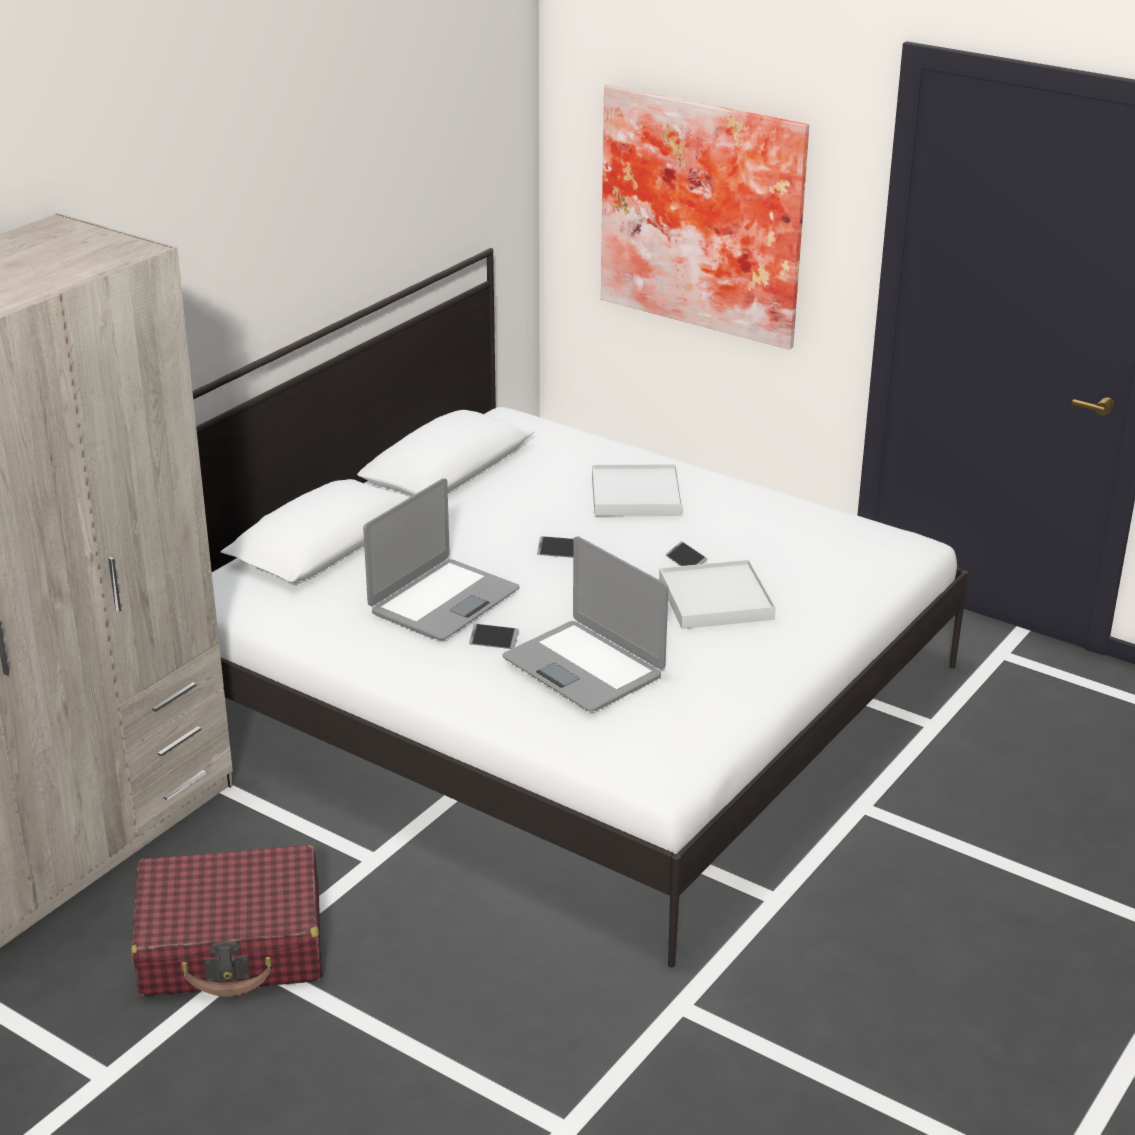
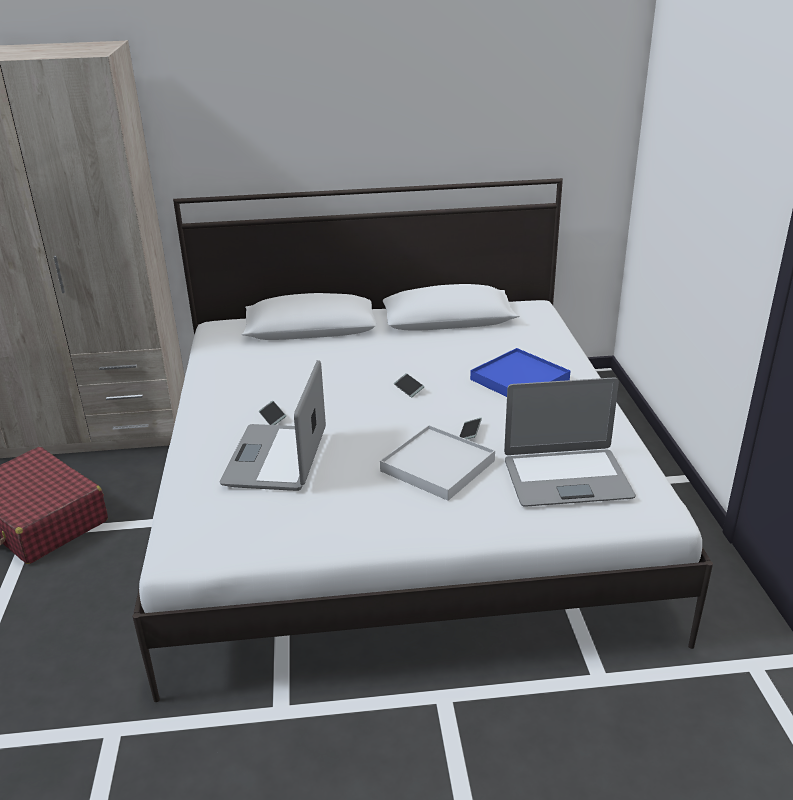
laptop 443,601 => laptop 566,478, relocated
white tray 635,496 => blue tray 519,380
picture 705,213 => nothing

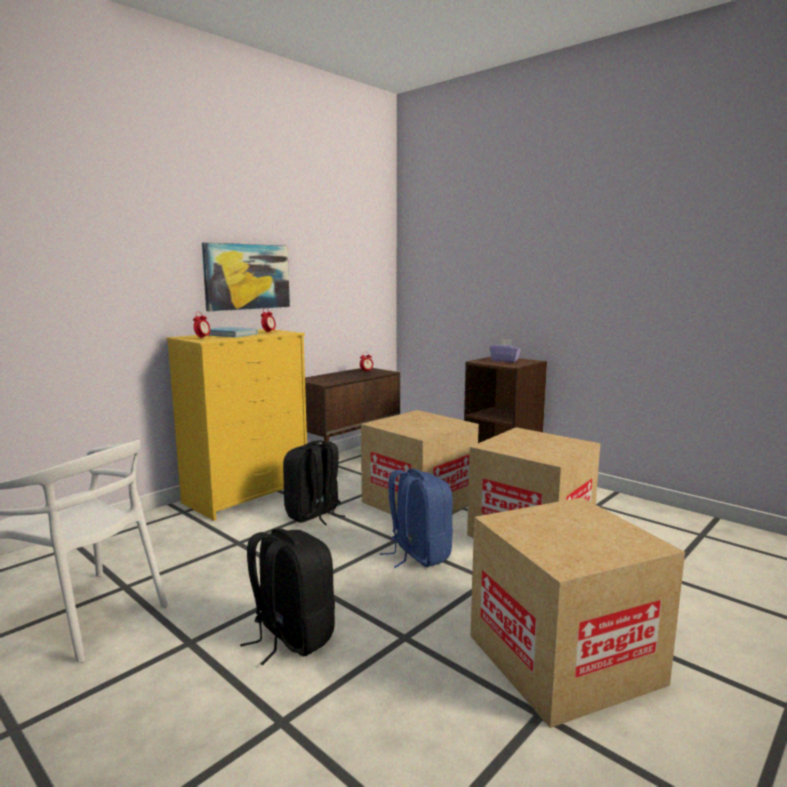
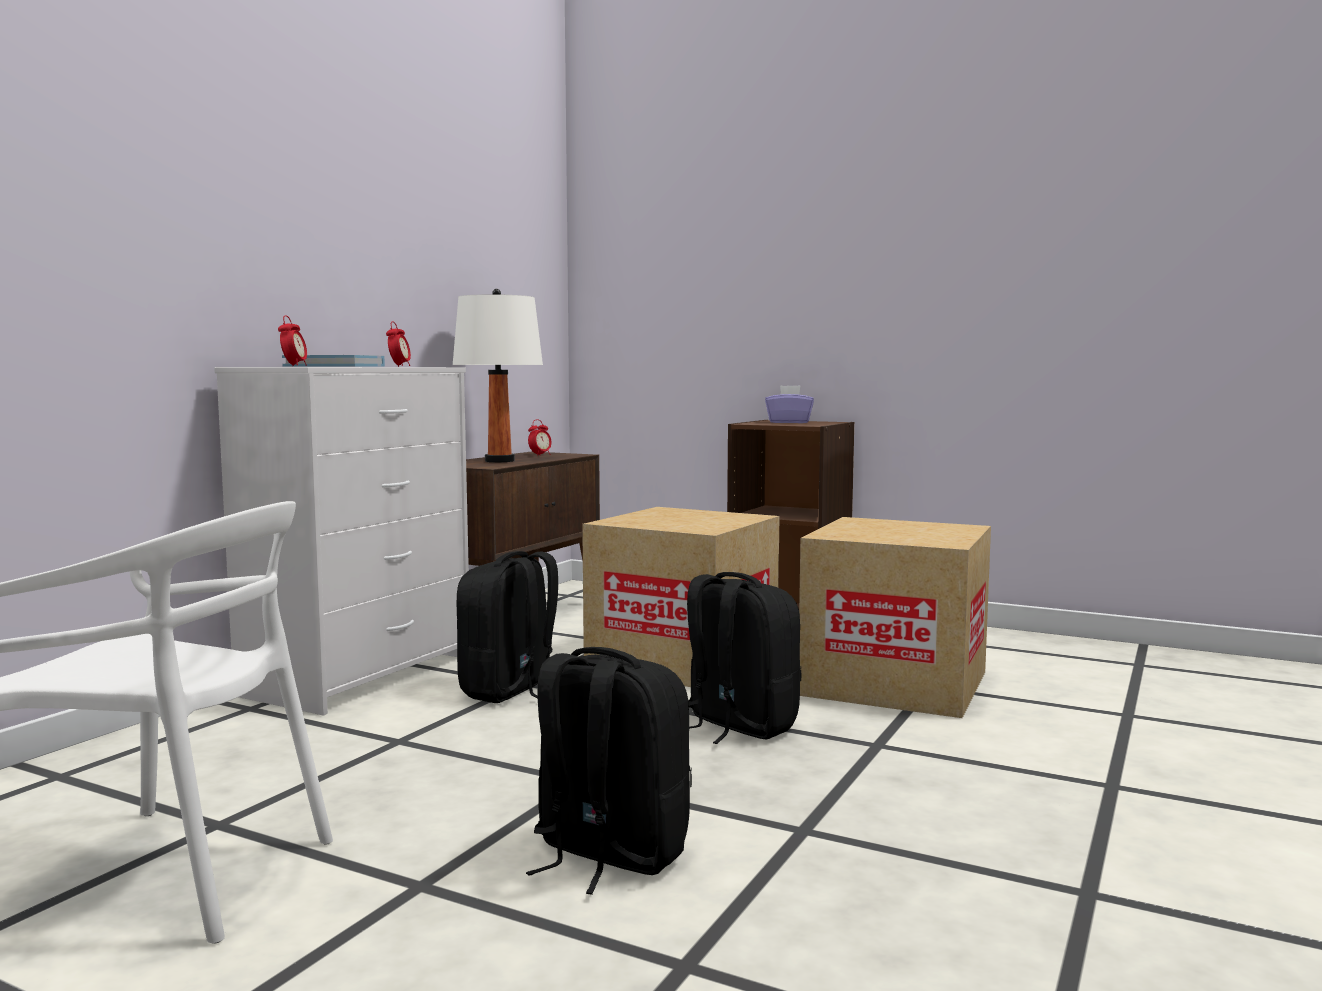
yellow dresser 247,495 => white dresser 361,675
picture 247,276 => nothing
blue backpack 418,554 => black backpack 737,726
cardboard box 563,659 => nothing
nothing => white table lamp 499,461

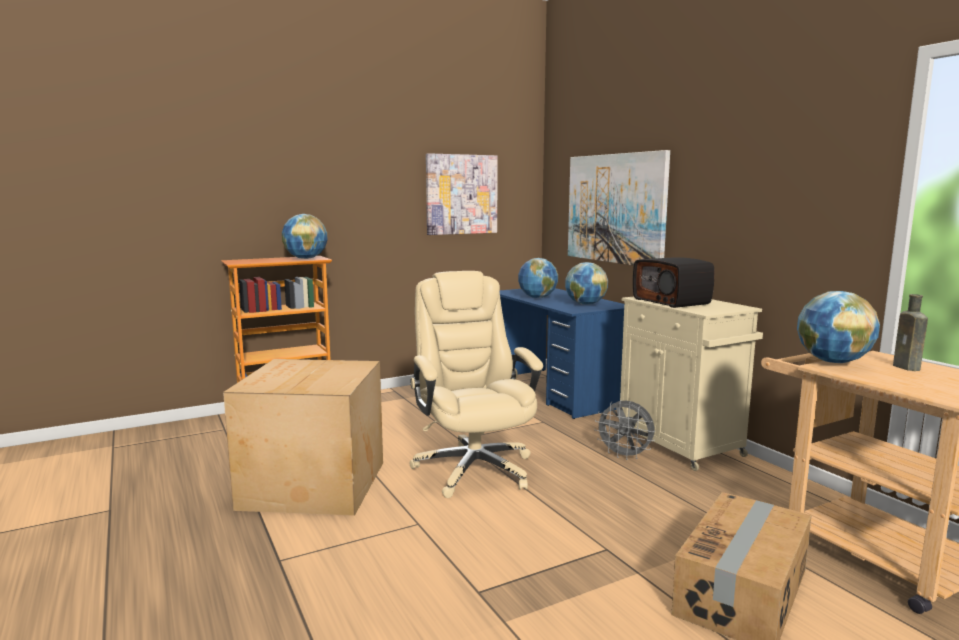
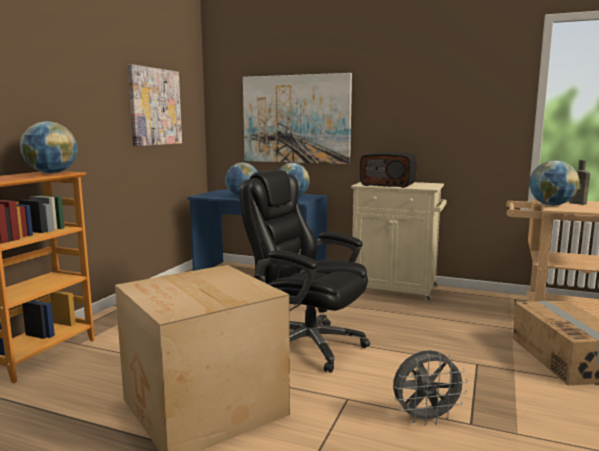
beige office chair 473,468 => black office chair 307,345
grey fan 625,456 => grey fan 425,418, relocated

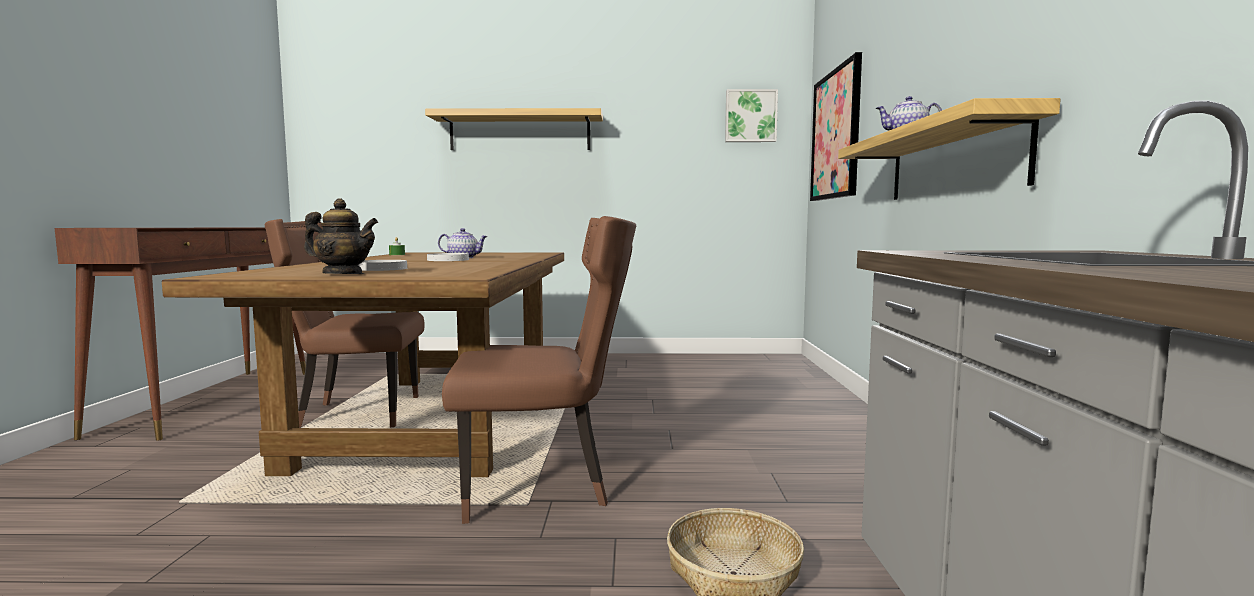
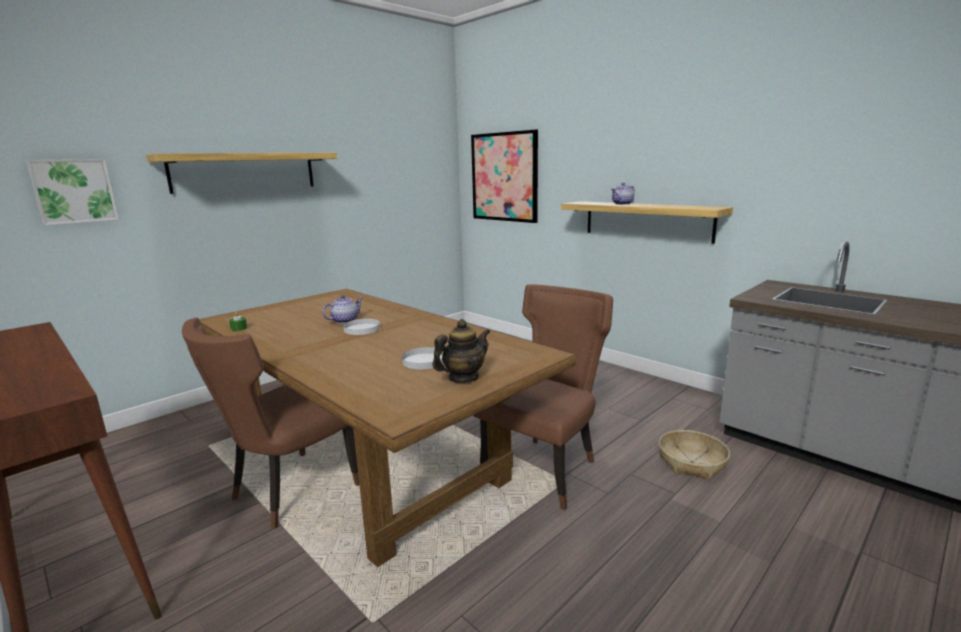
picture 750,116 => picture 74,191, relocated

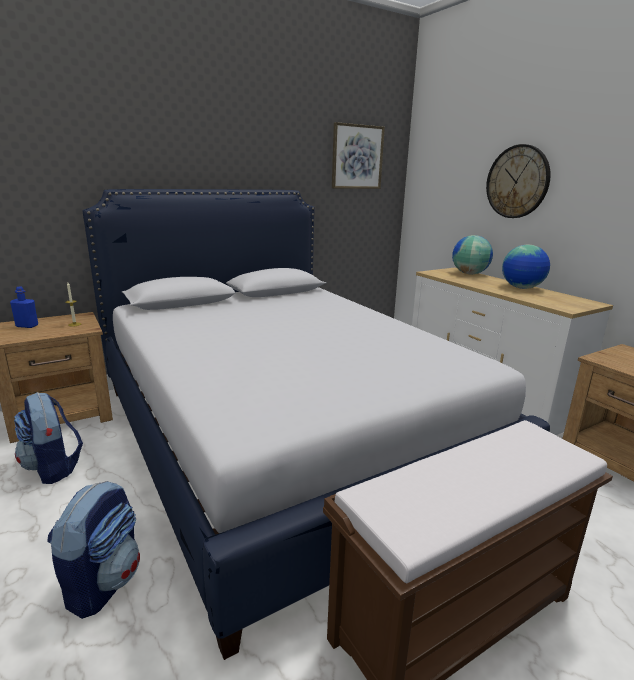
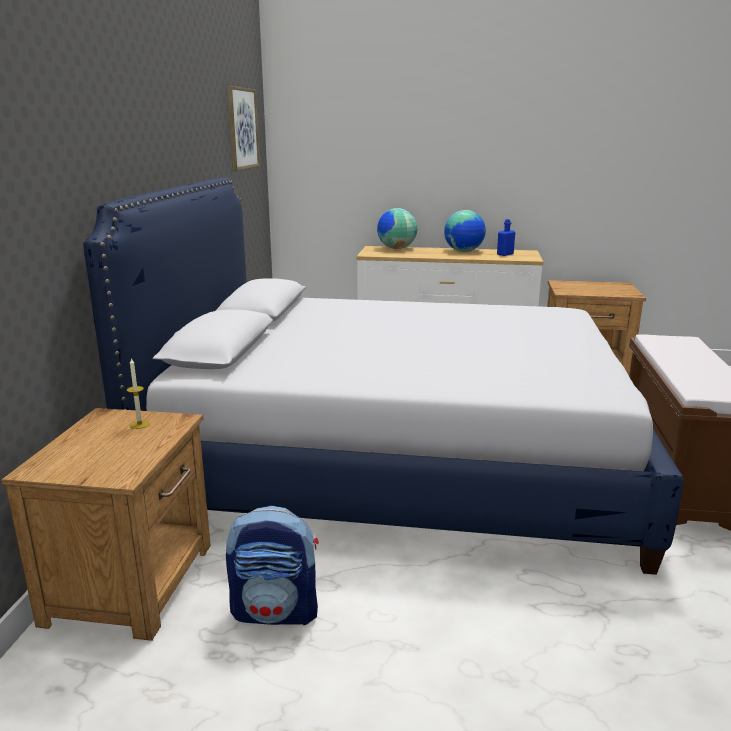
blue bottle 27,326 => blue bottle 505,254, relocated
backpack 104,582 => nothing
wall clock 517,182 => nothing

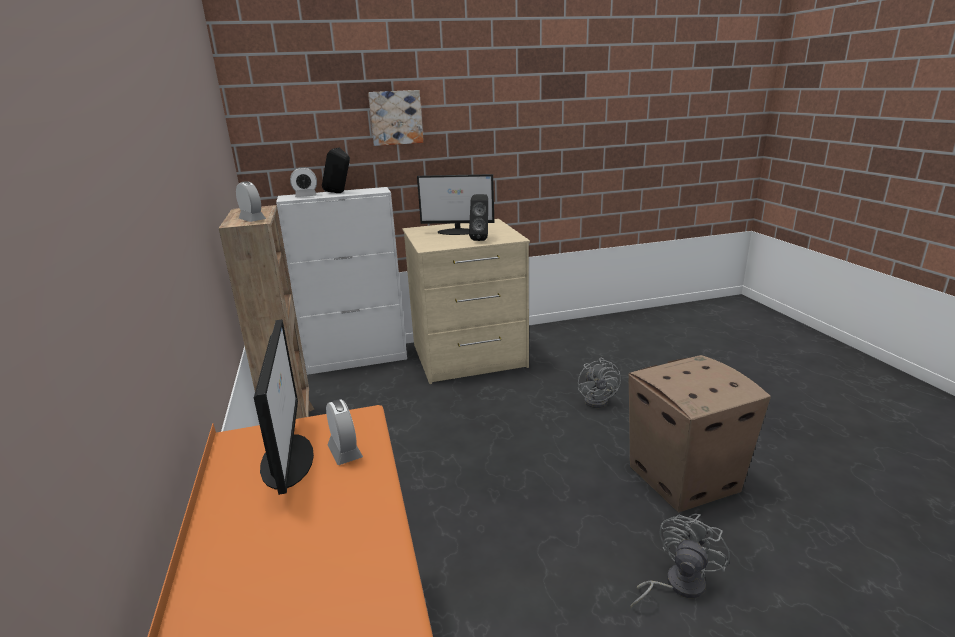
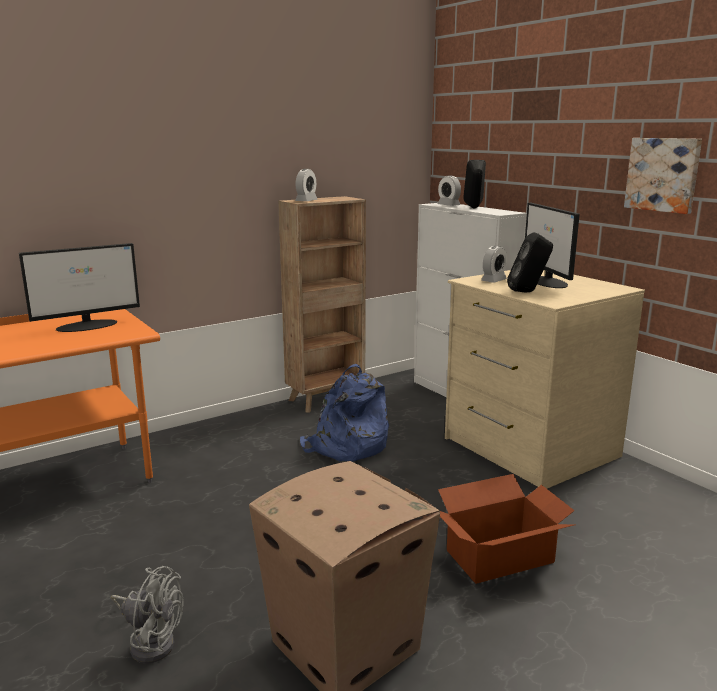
alarm clock 345,452 => alarm clock 493,280, relocated
picture 395,117 => picture 663,174, relocated
grey fan 599,400 => cardboard box 501,557
nothing => blue backpack 346,446

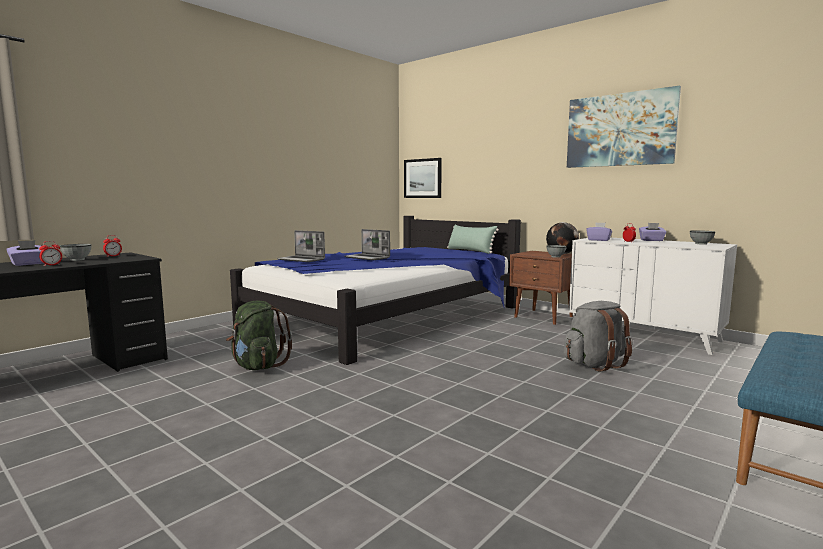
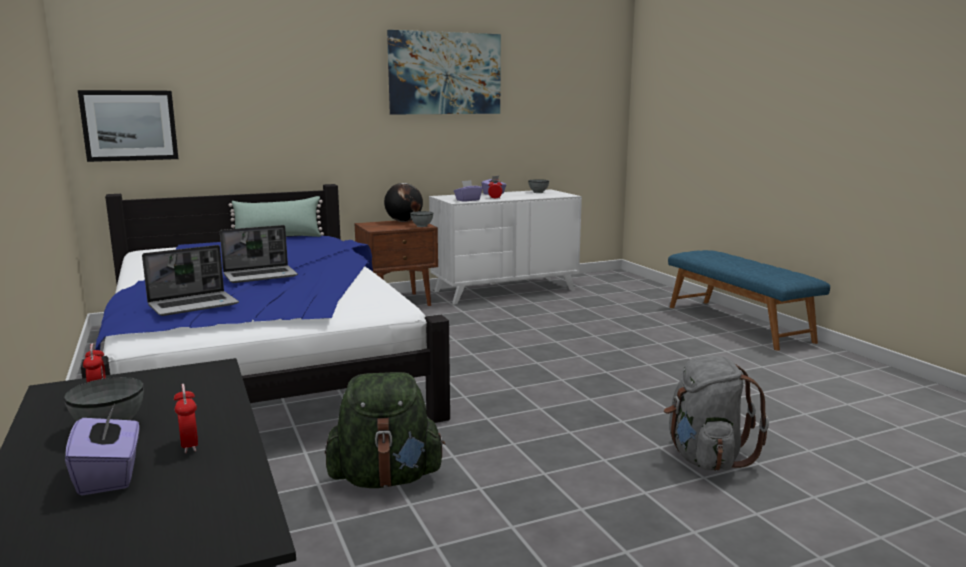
grey backpack 595,364 => grey backpack 705,458, relocated

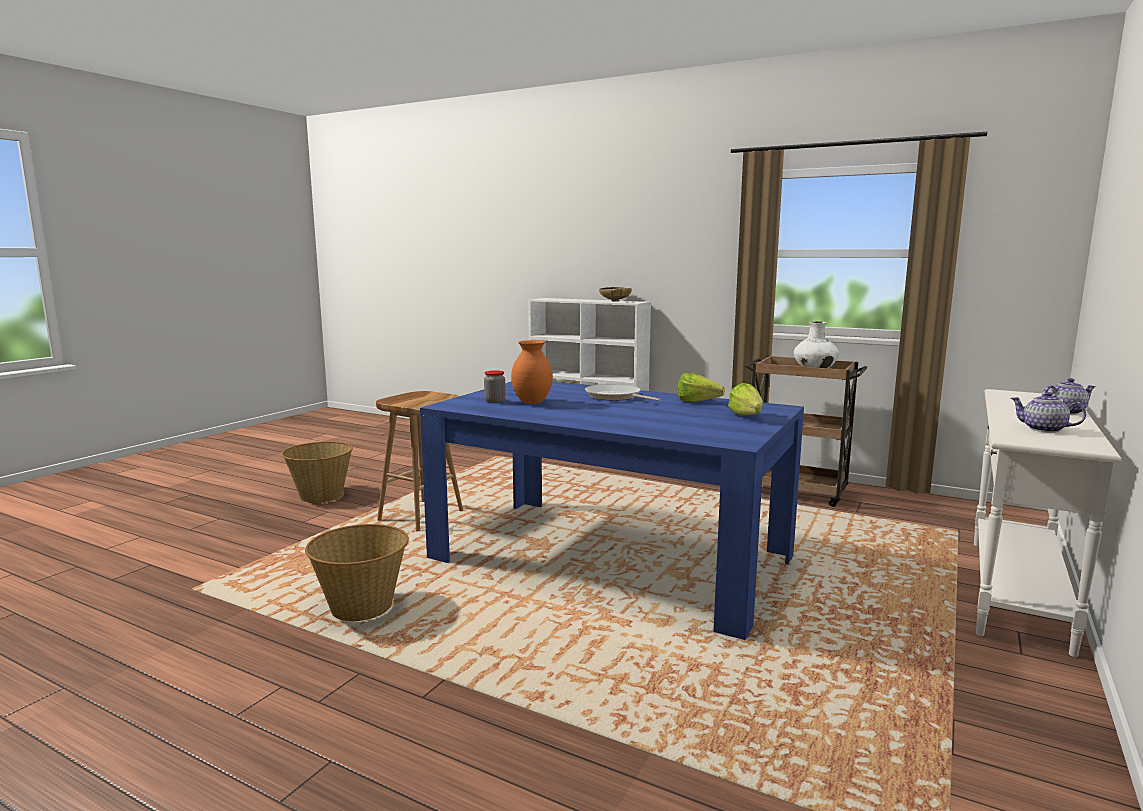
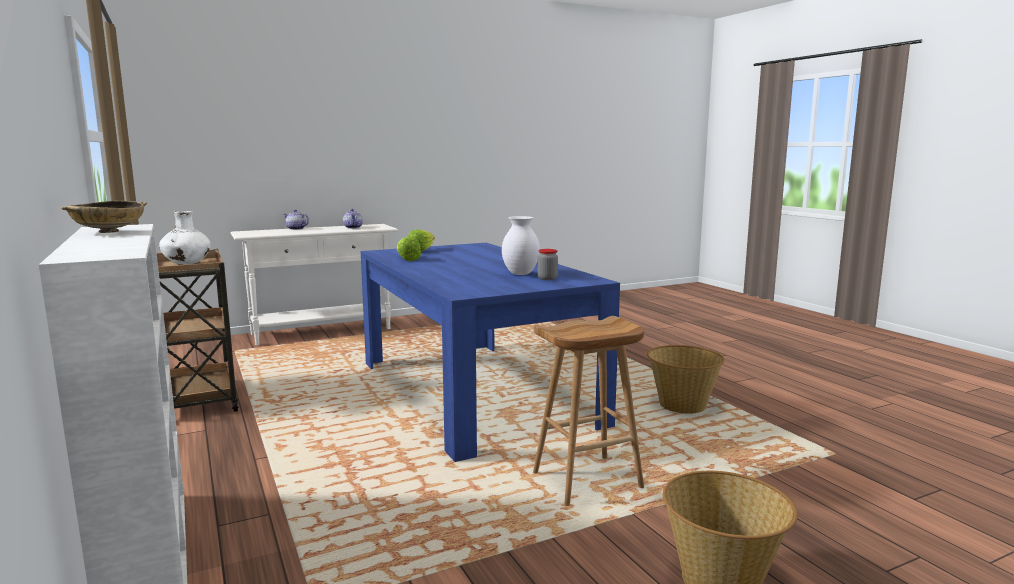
orange vase 532,402 => white vase 521,273
frying pan 615,397 => nothing

